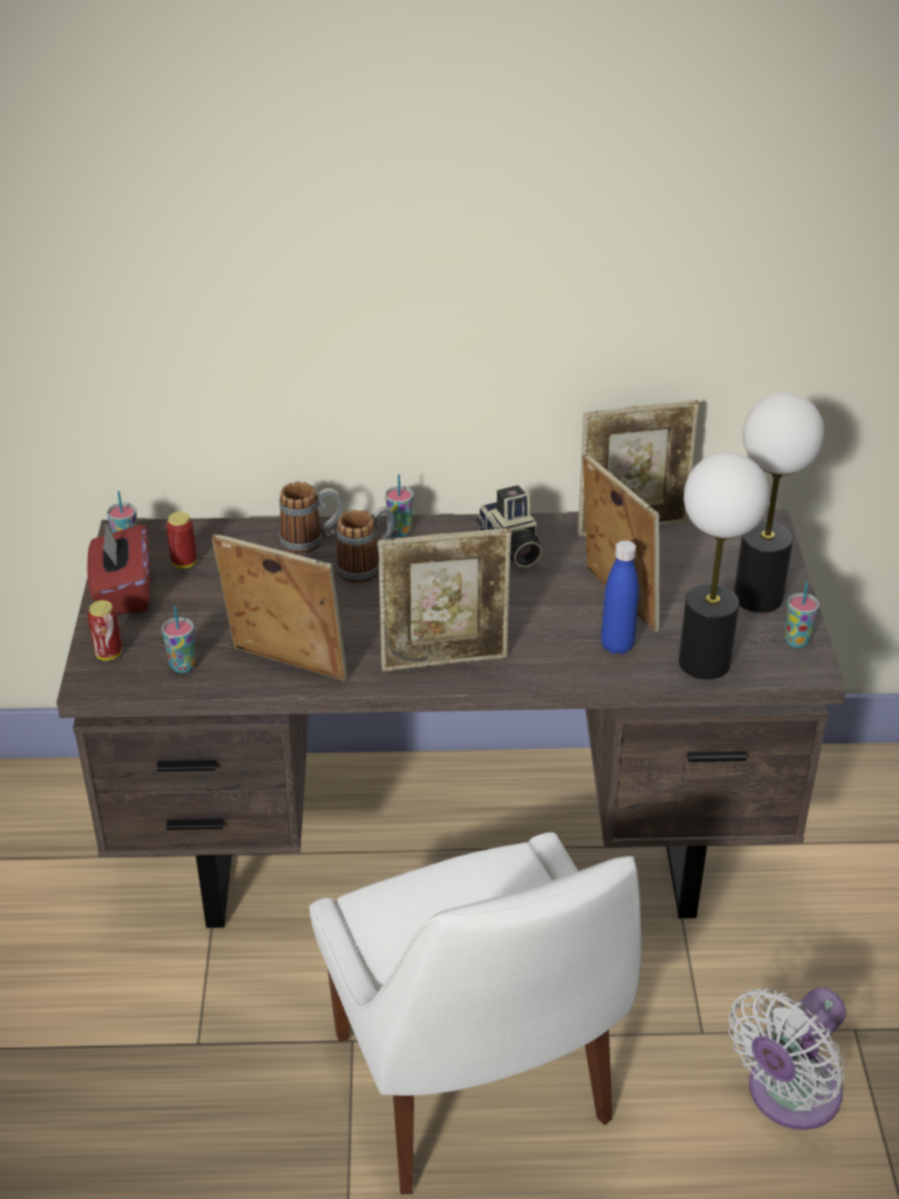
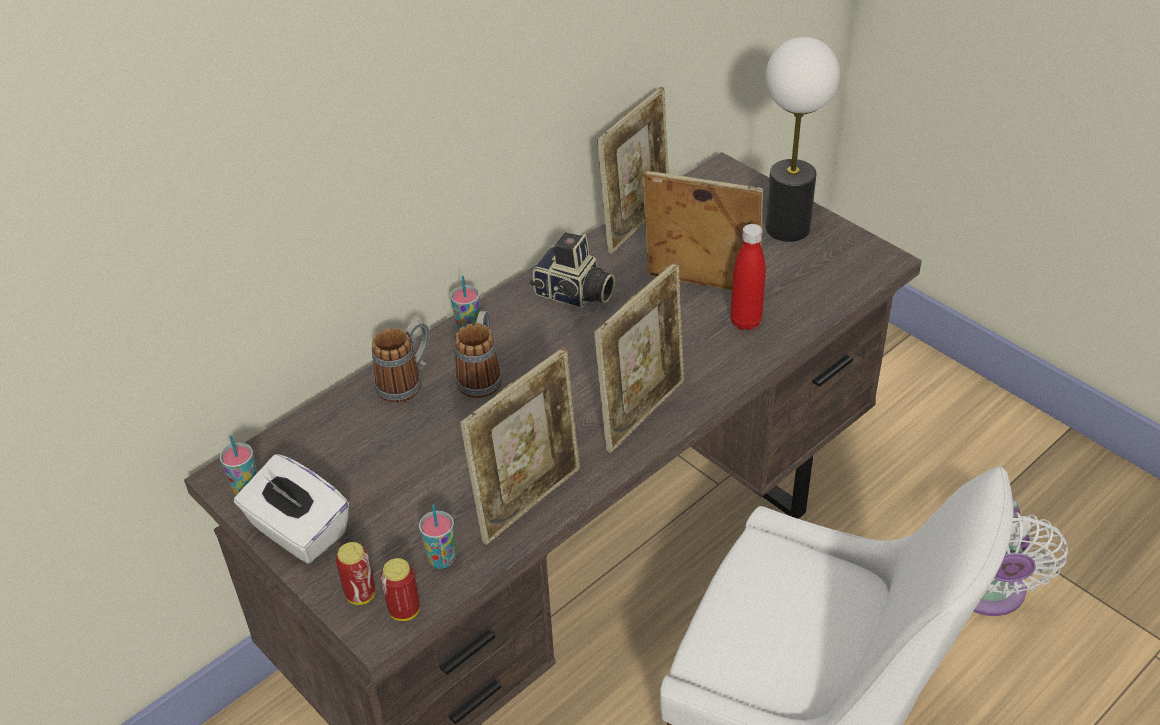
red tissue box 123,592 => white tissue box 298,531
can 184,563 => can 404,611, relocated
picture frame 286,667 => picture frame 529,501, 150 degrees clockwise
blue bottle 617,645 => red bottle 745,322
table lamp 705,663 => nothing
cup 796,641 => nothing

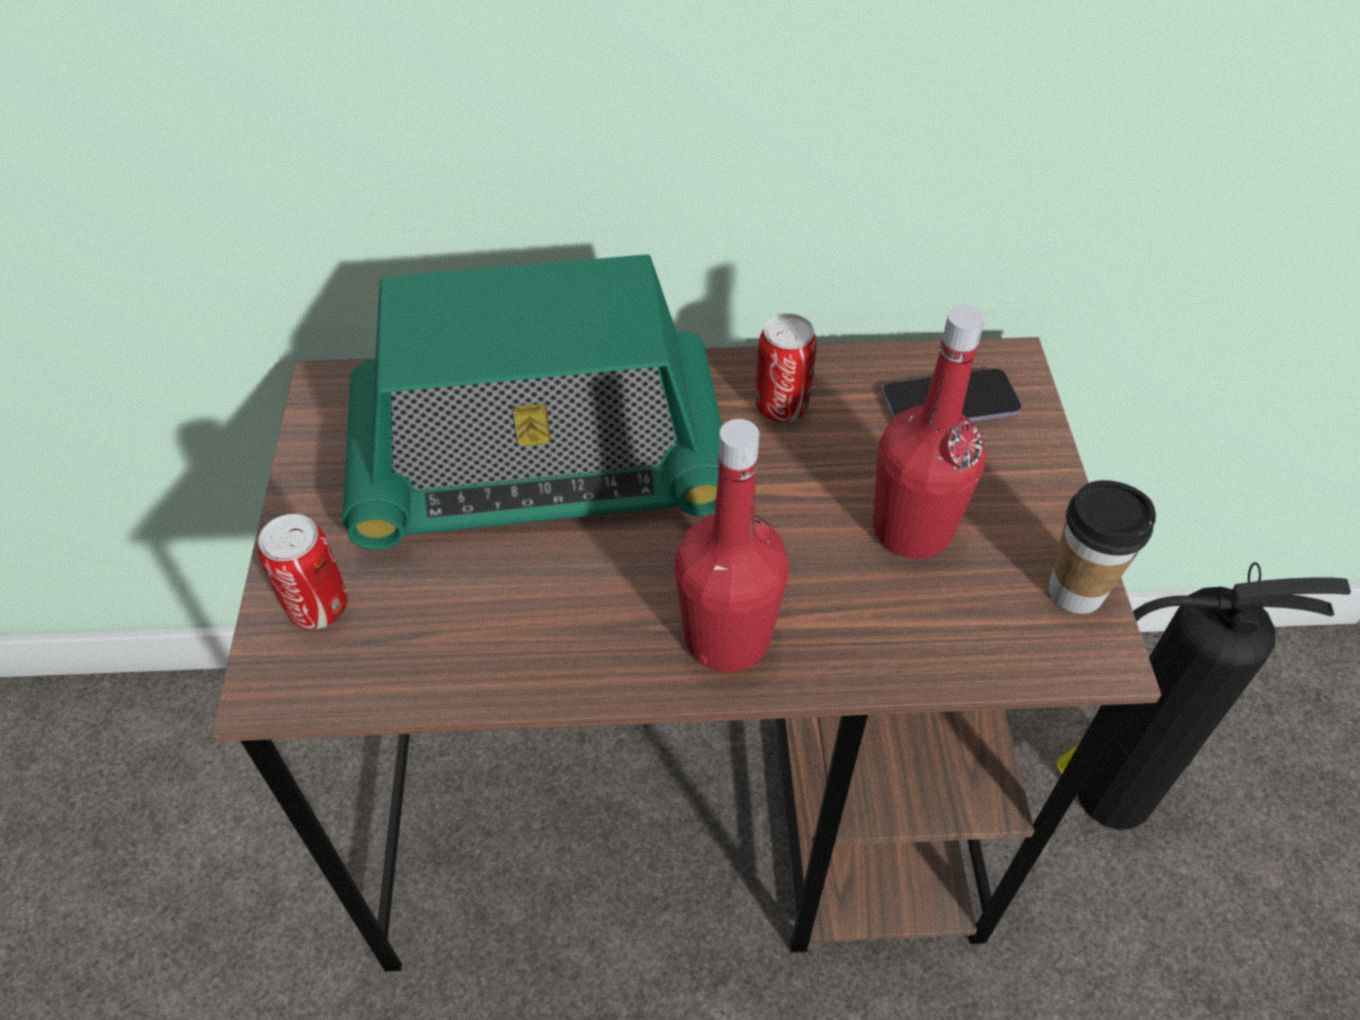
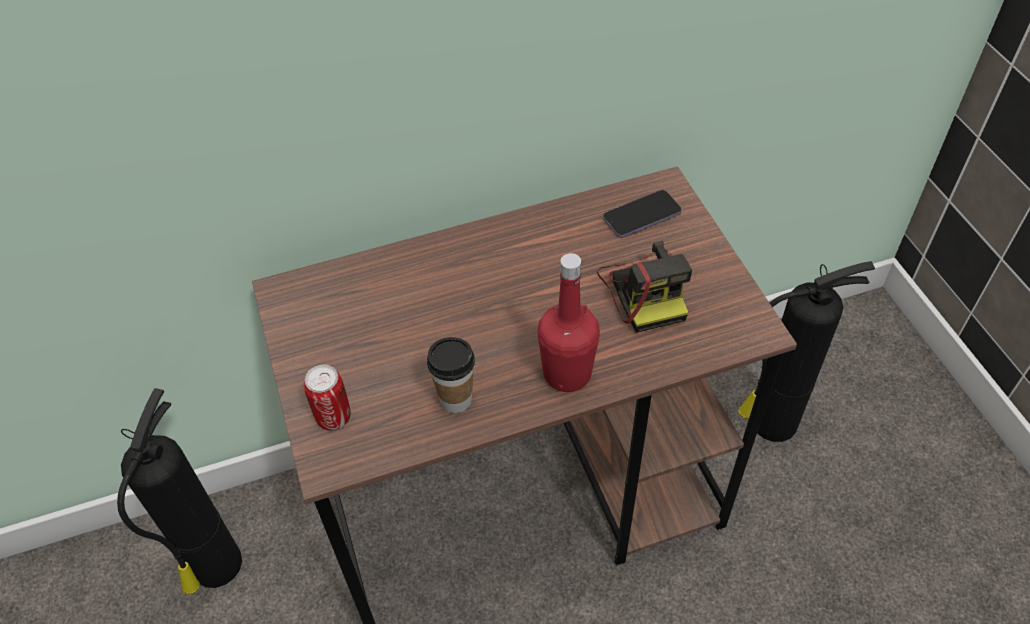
radio 539,464 => nothing
can 781,407 => nothing
red bottle 912,529 => photo camera 644,290
cup 1076,591 => cup 456,400, relocated
nothing => fire extinguisher 215,568

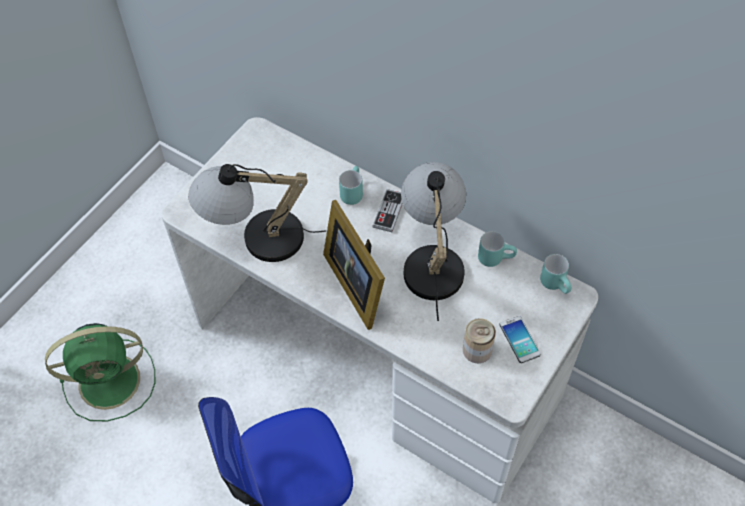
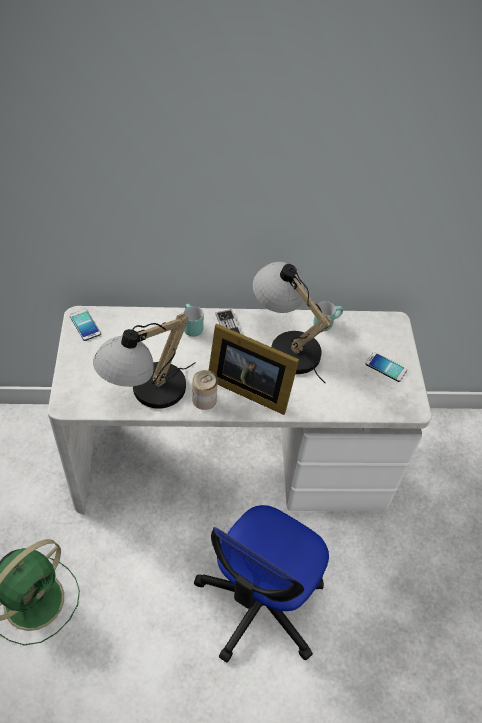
can 477,350 => can 204,399, relocated
turquoise mug 556,284 => nothing
nothing => phone 85,325

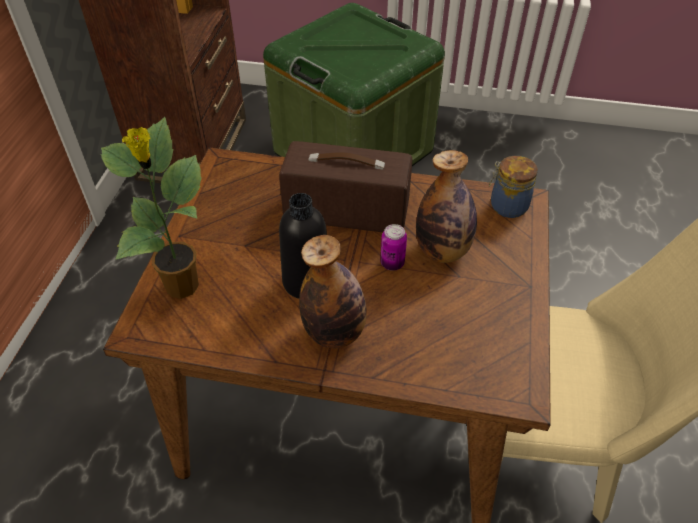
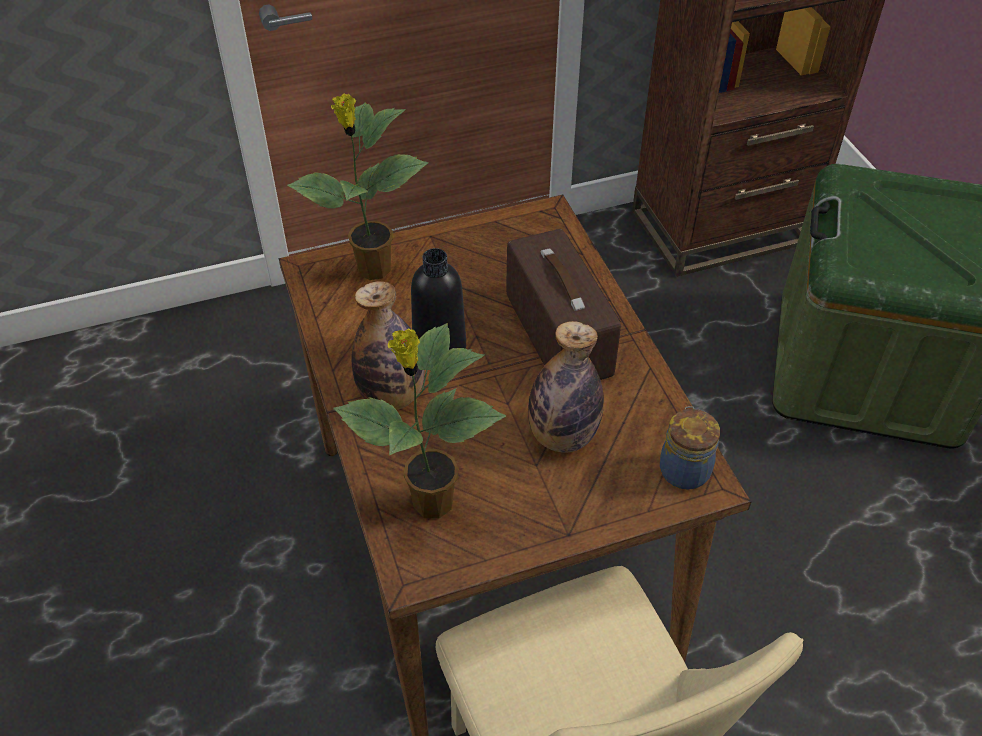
can 392,263 => nothing
nothing => potted plant 430,503

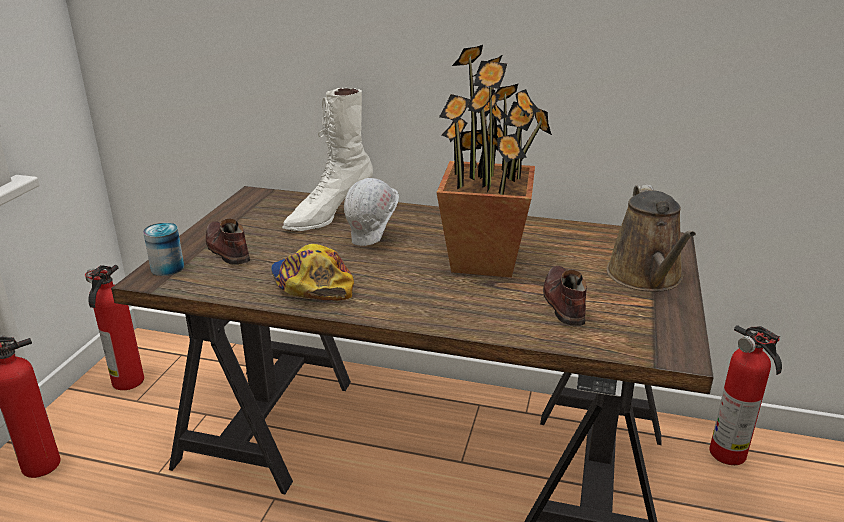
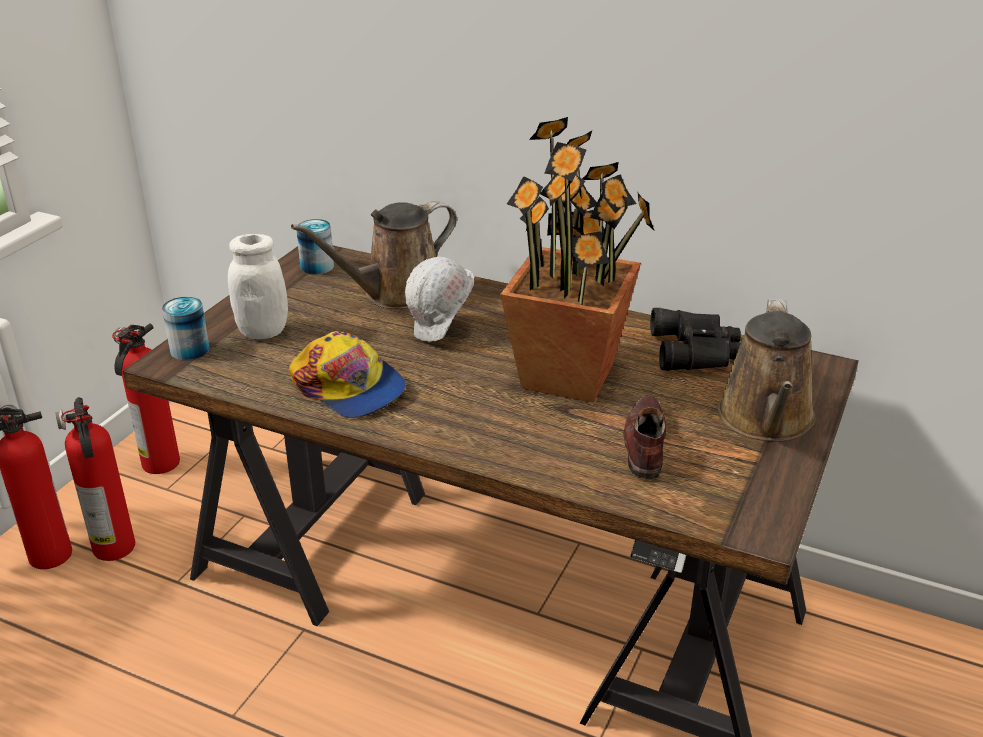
brown shoe 226,250 => white jar 263,331
cap 311,283 => cap 349,387, 150 degrees clockwise
white boot 329,216 => brown watering can 397,294
fire extinguisher 730,454 => fire extinguisher 114,549, relocated
nothing => can 317,266
nothing => black binoculars 698,351

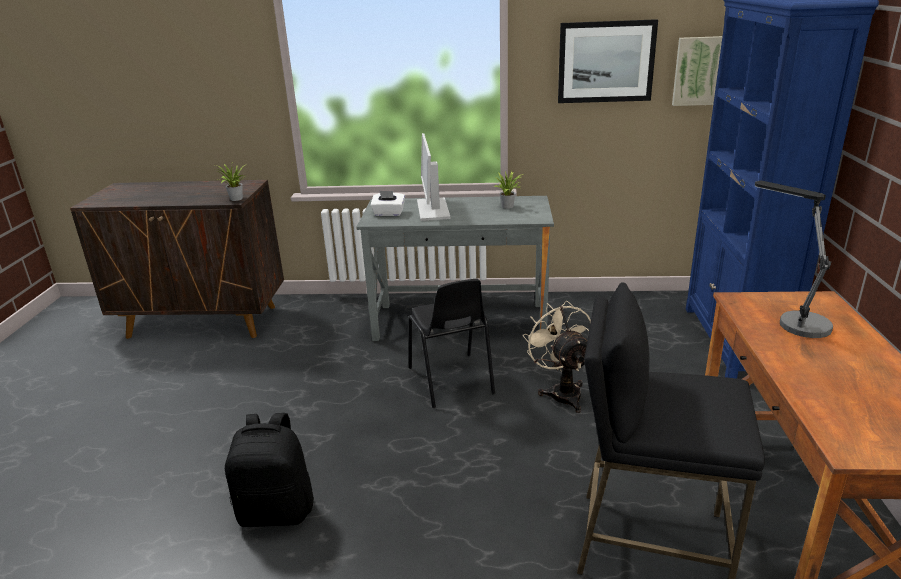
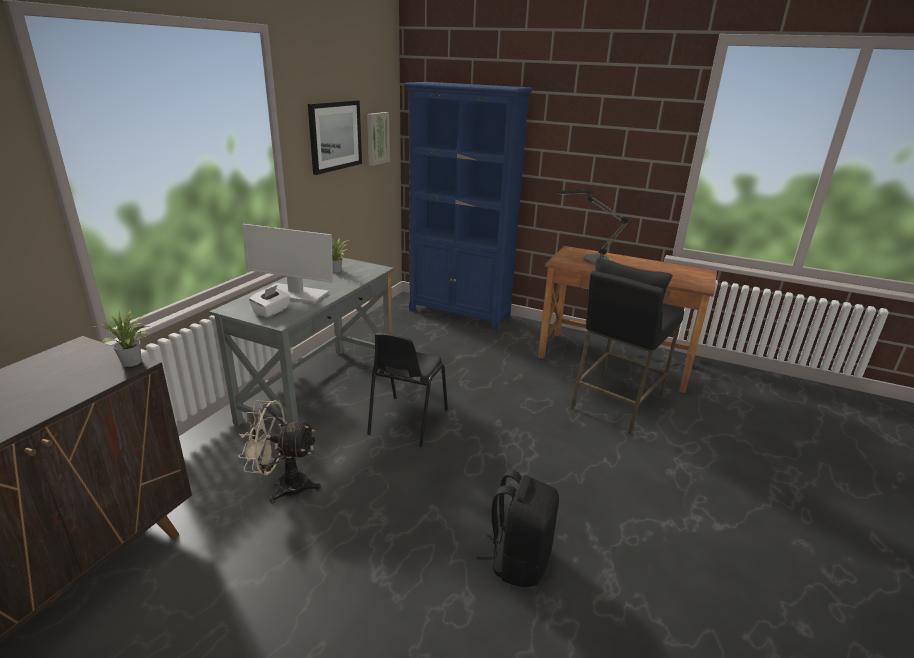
black chair 451,381 => black chair 407,422, 105 degrees clockwise
beige fan 561,391 => beige fan 284,486, relocated

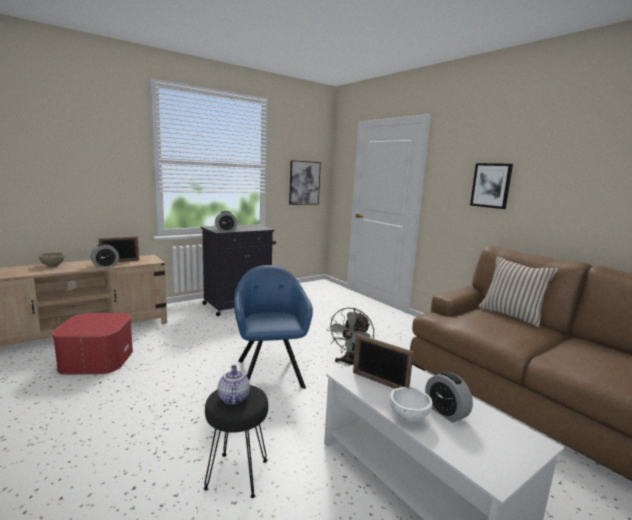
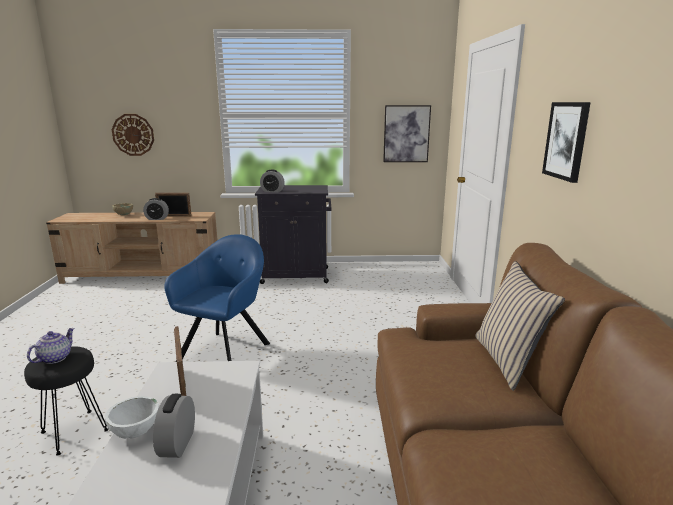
ottoman 97,359 => nothing
grey fan 350,364 => nothing
nothing => wall clock 133,134

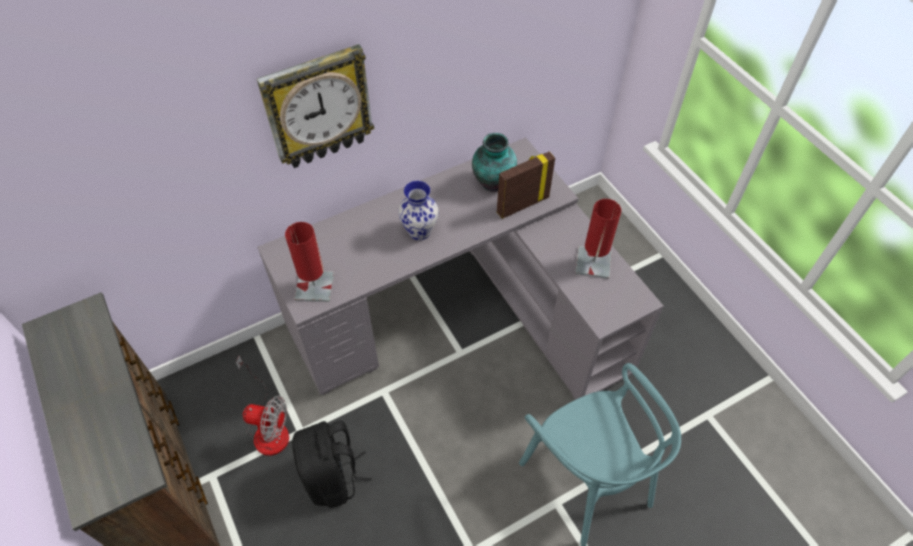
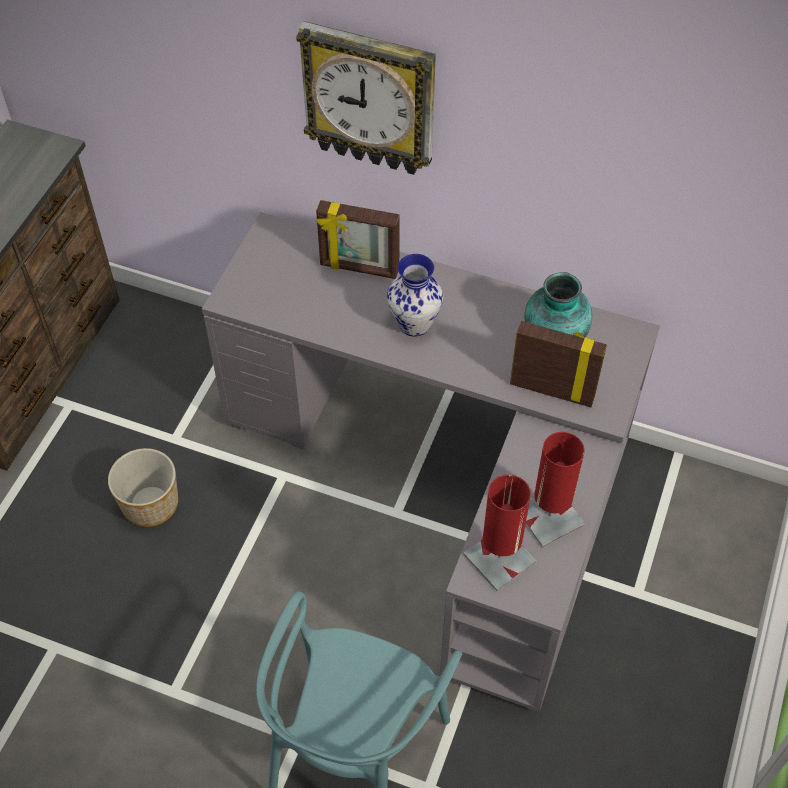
fan 267,427 => nothing
red table lamp 314,286 => red table lamp 499,558, relocated
black backpack 333,477 => planter 151,505
nothing => picture frame 359,268

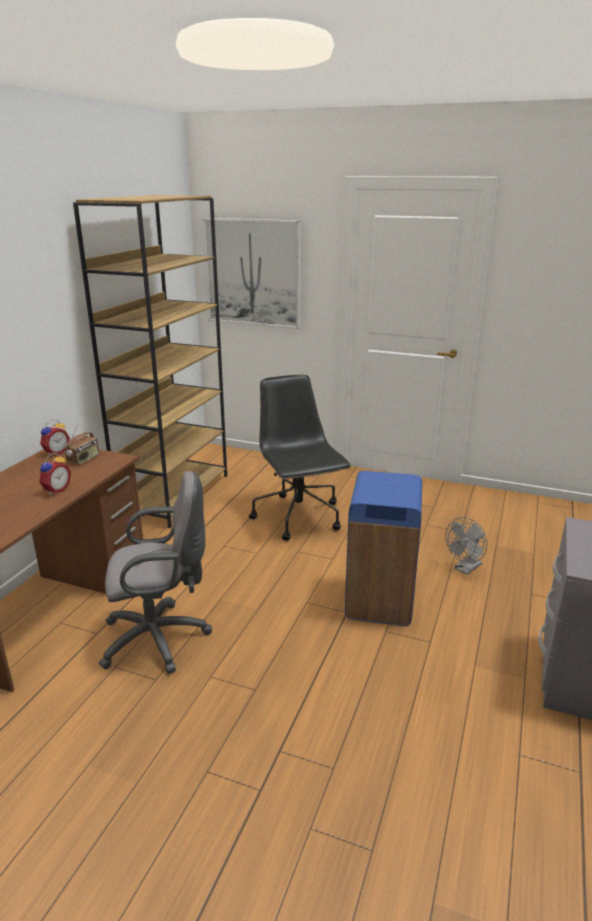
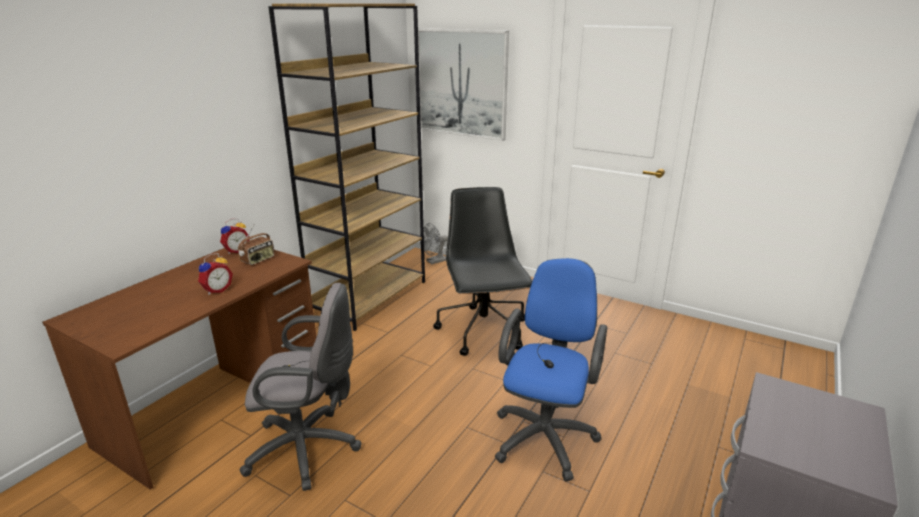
blue trash can 380,600 => blue office chair 545,434
grey fan 465,569 => grey fan 434,261, relocated

